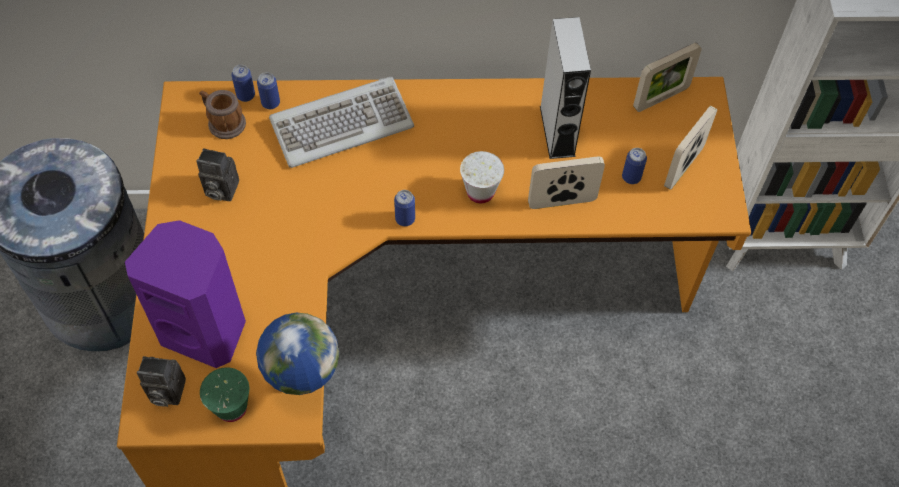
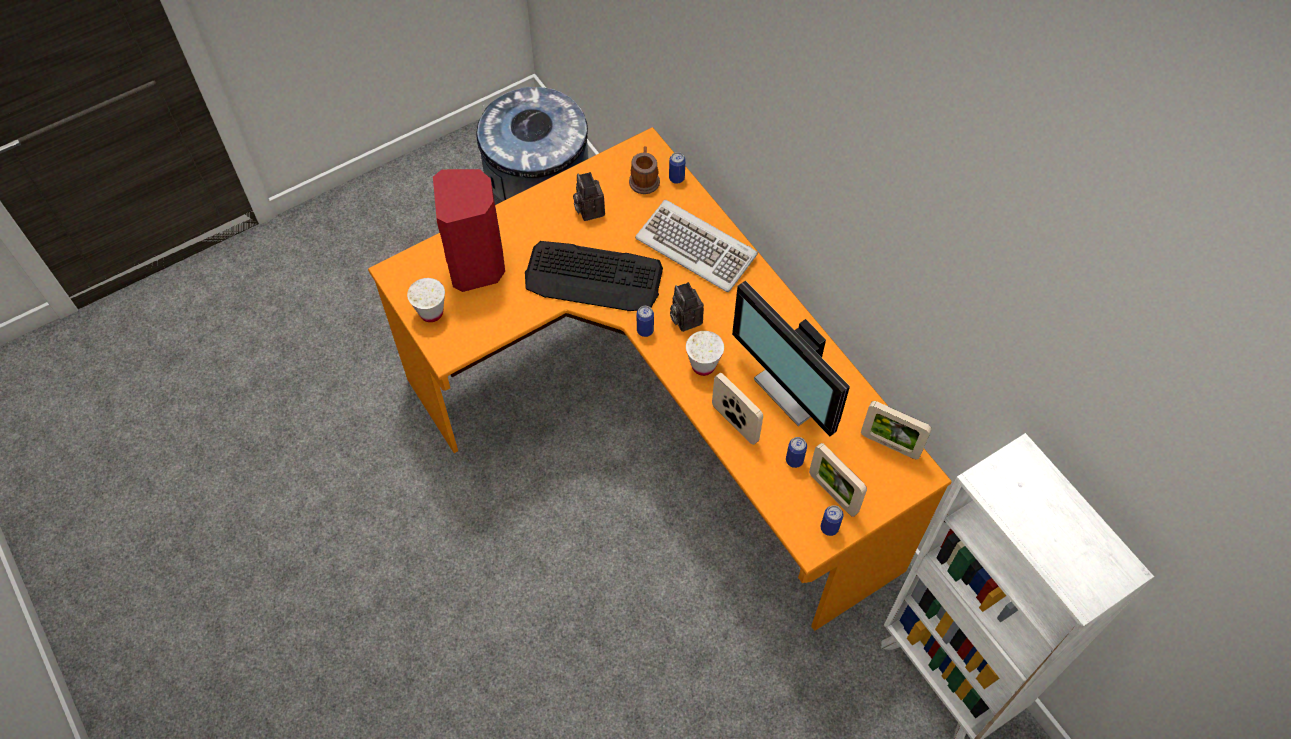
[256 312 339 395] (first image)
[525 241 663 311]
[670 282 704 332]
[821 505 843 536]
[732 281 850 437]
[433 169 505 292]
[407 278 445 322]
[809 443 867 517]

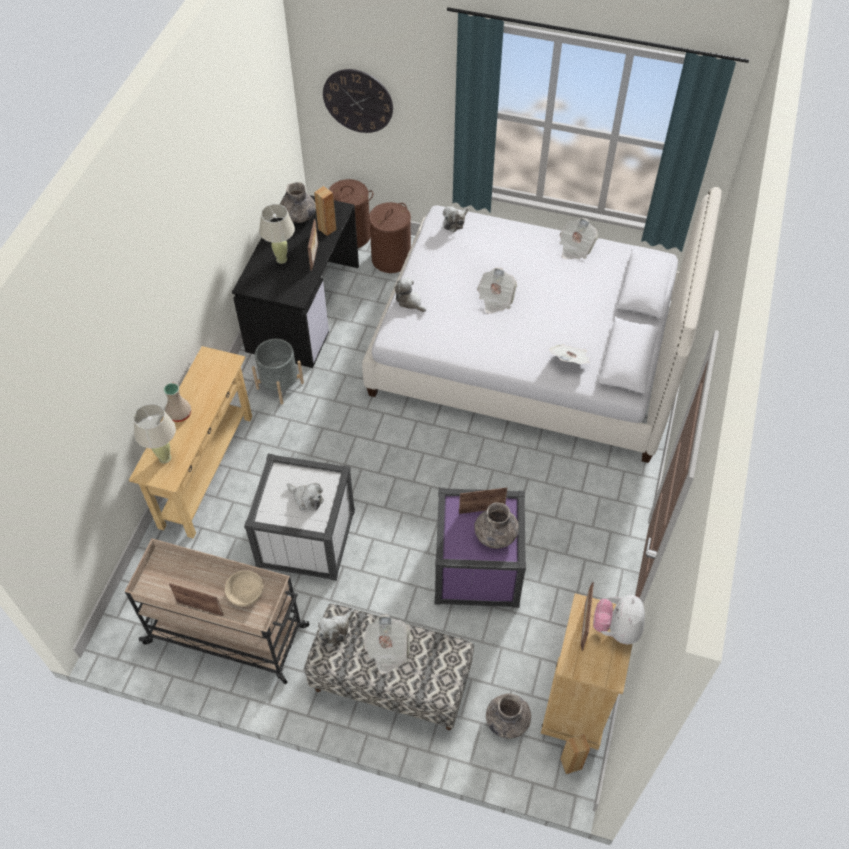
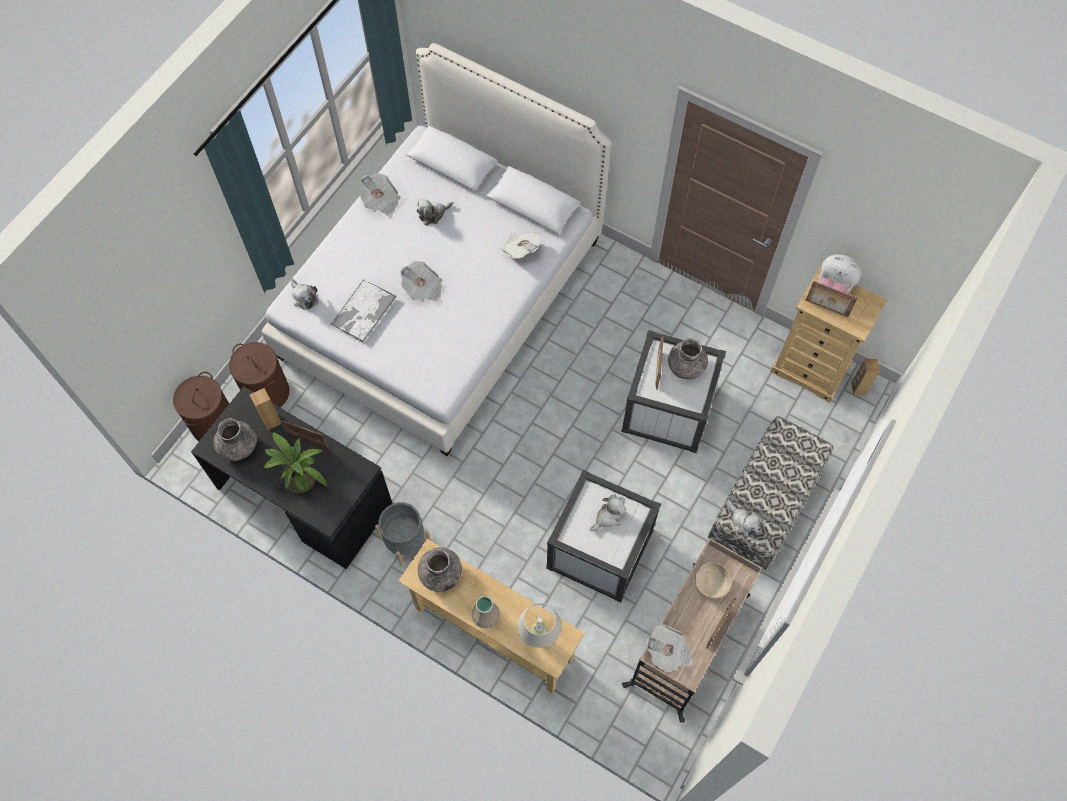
[323 69 393 133] (first image)
[331 279 396 342]
[646 624 693 673]
[416 198 453 225]
[418 547 462 592]
[263 431 327 493]
[621 330 726 453]

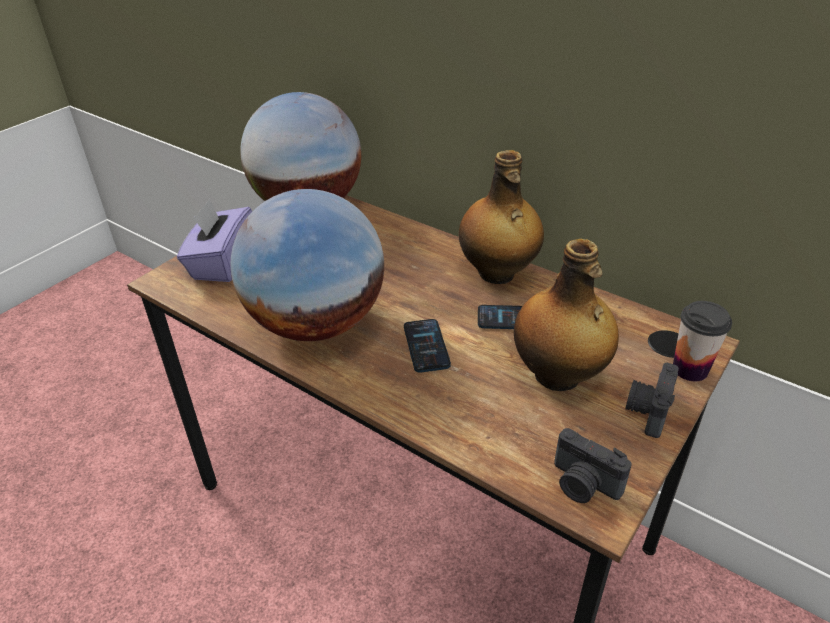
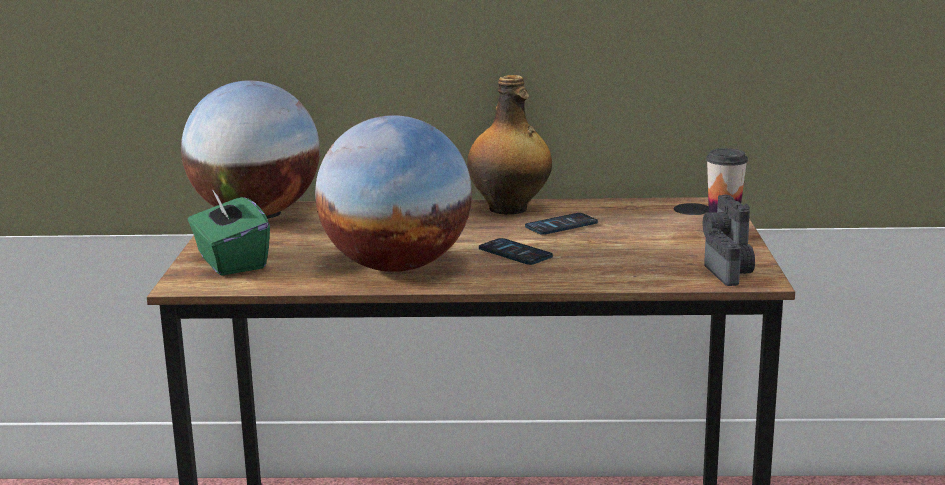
[514 239 619 391] (first image)
[188 191 270 276]
[704 228 755 286]

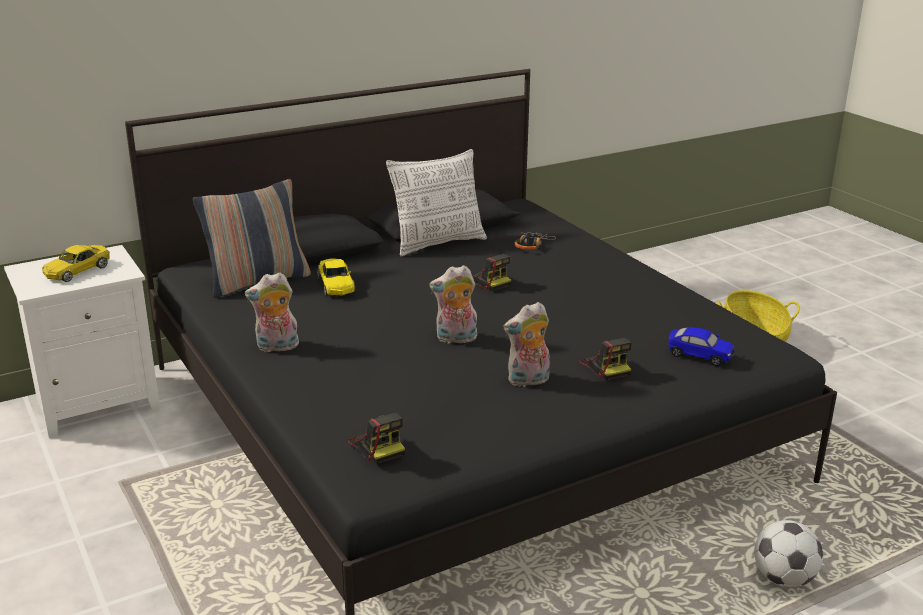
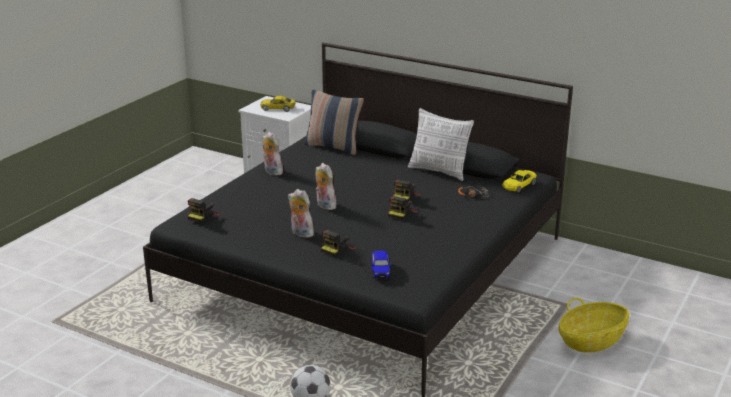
[388 196 418 220]
[502 170 537 192]

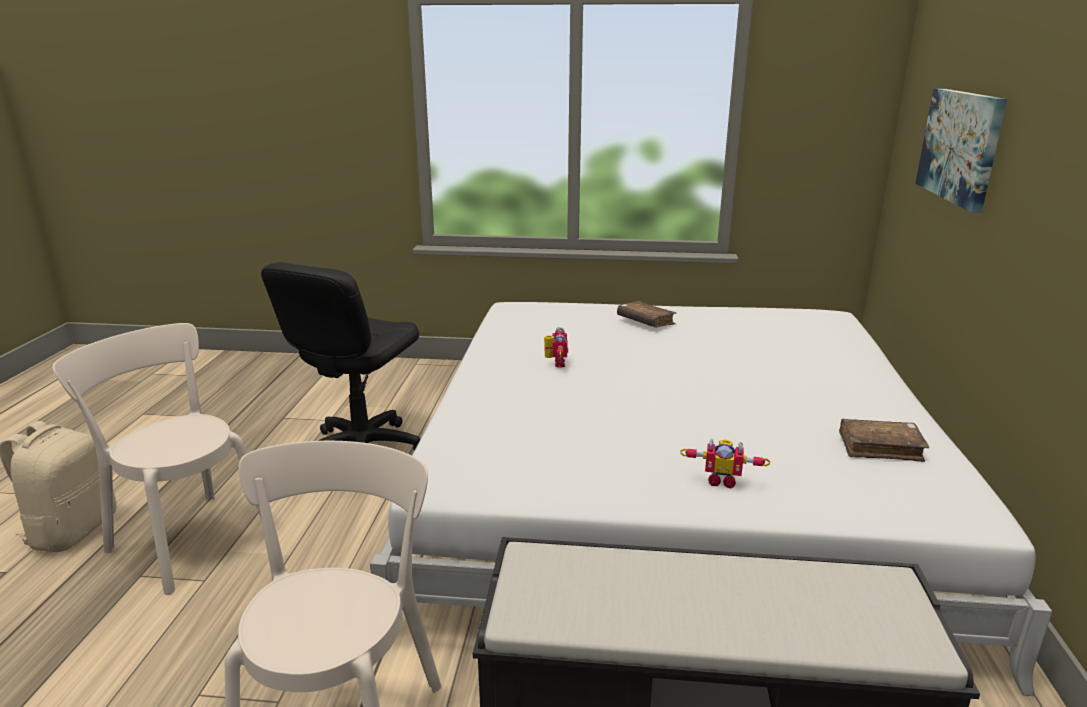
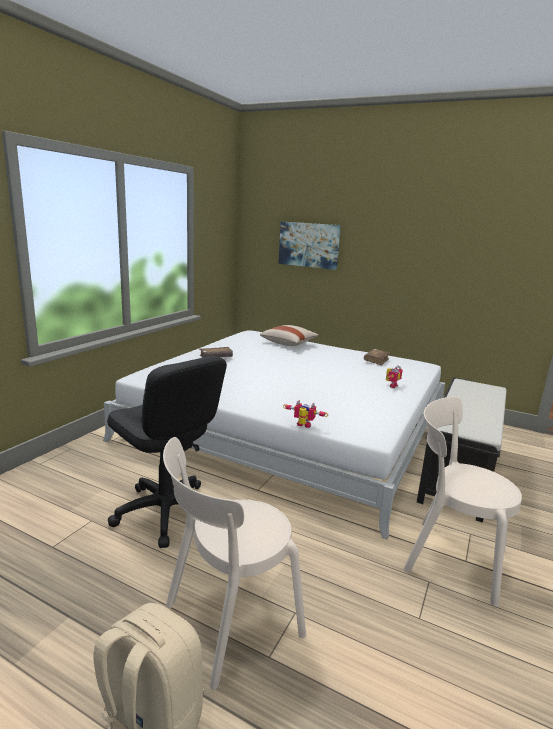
[260 325 319 346]
[283 400 328 428]

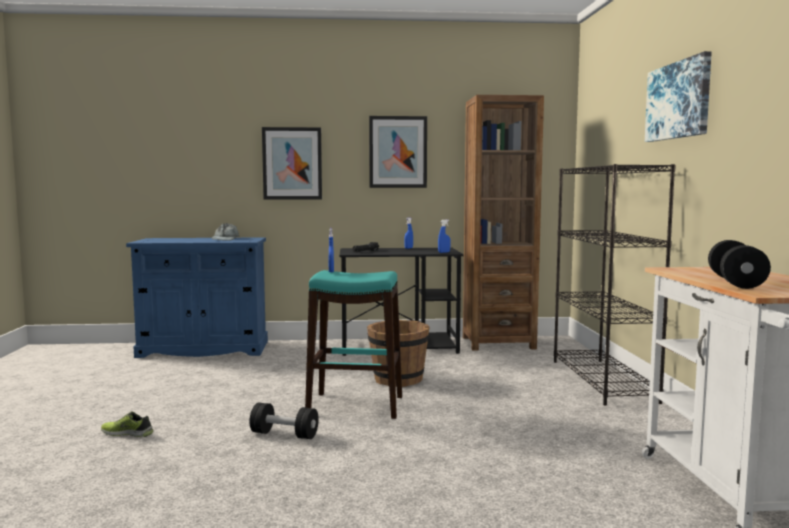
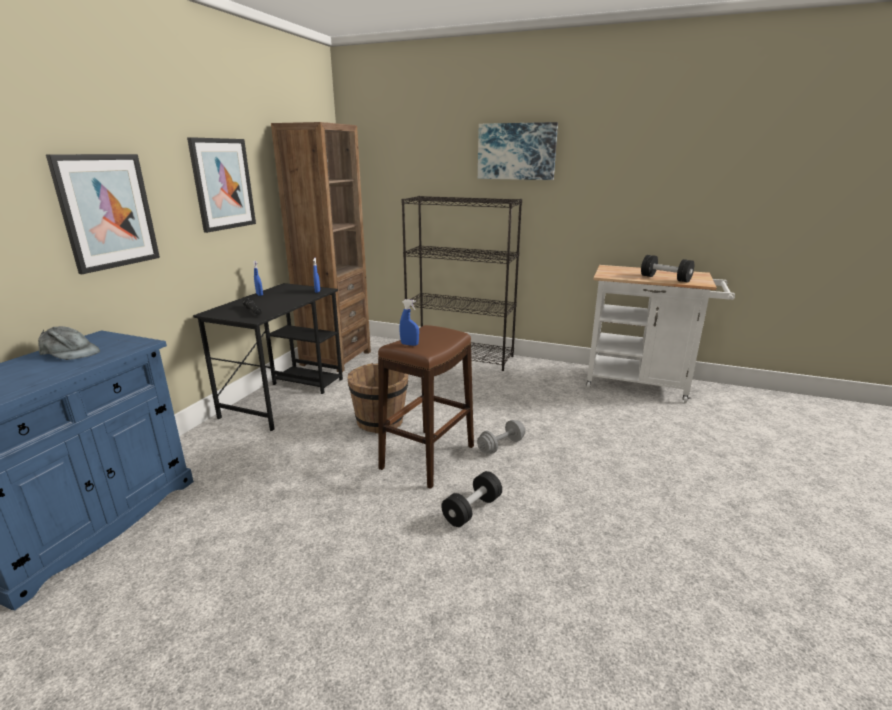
[101 411 153 437] (first image)
[477 420 525 454]
[378 325 474 489]

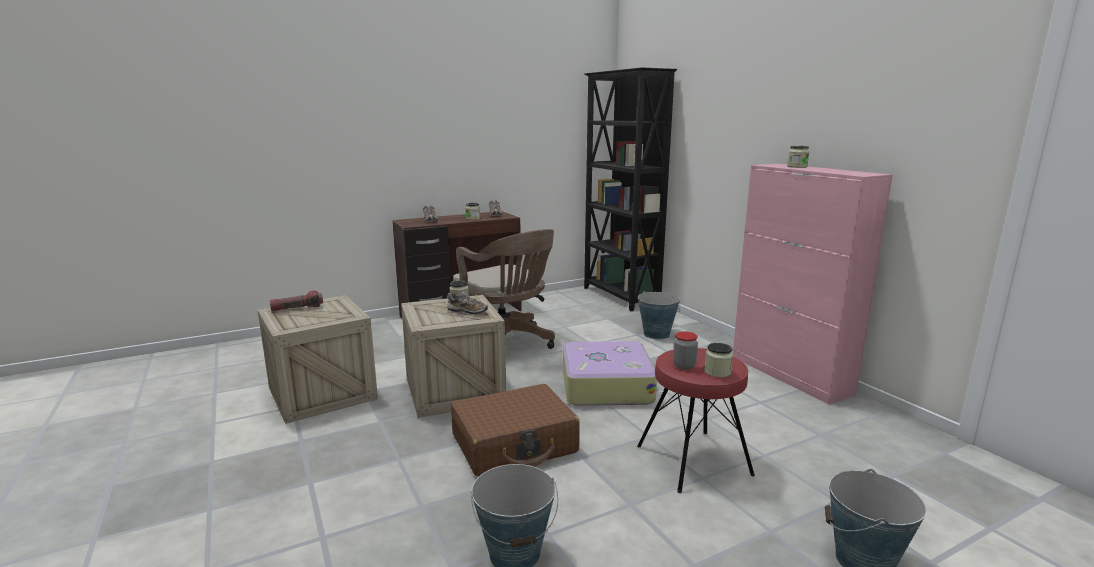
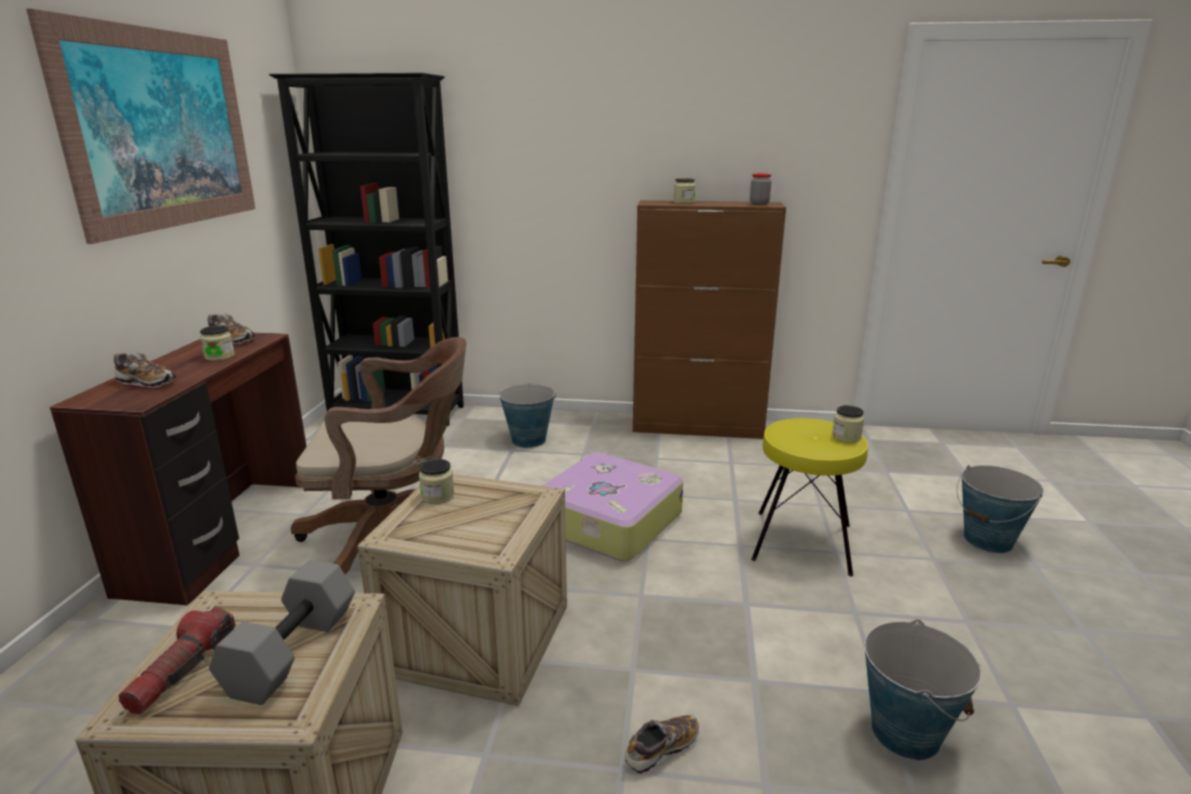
[450 384 580 476] (first image)
[26 8 256 244]
[209 560 355 705]
[624 715 699 774]
[750 173 772 205]
[751 418 868 576]
[633 200 786 439]

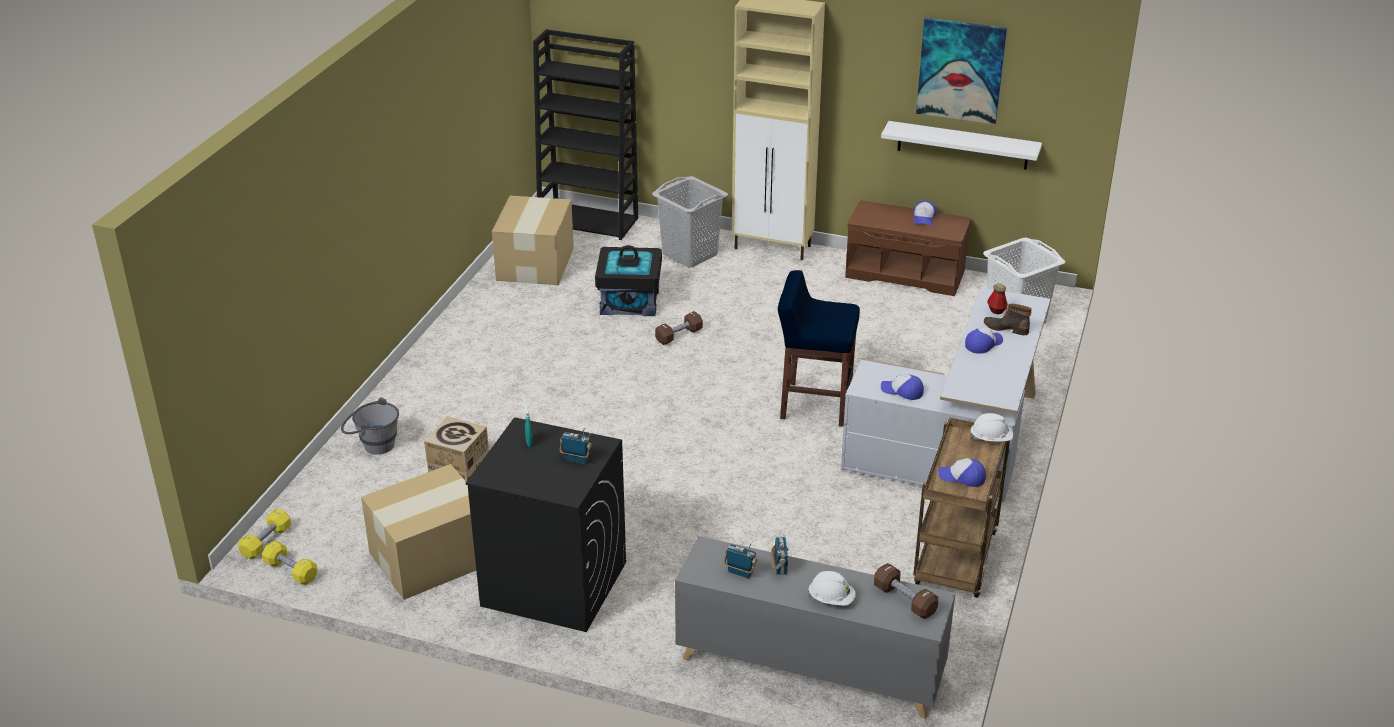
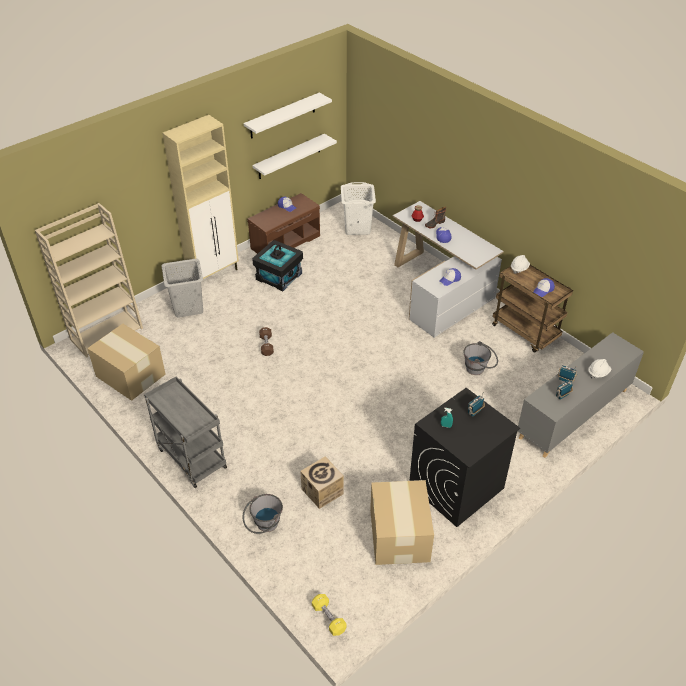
[262 541 318 585] (first image)
[778 270 860 426] (first image)
[874 563 938 619] (first image)
[144 377 227 488]
[463 341 498 375]
[252 240 303 291]
[244 93 332 139]
[35 203 143 358]

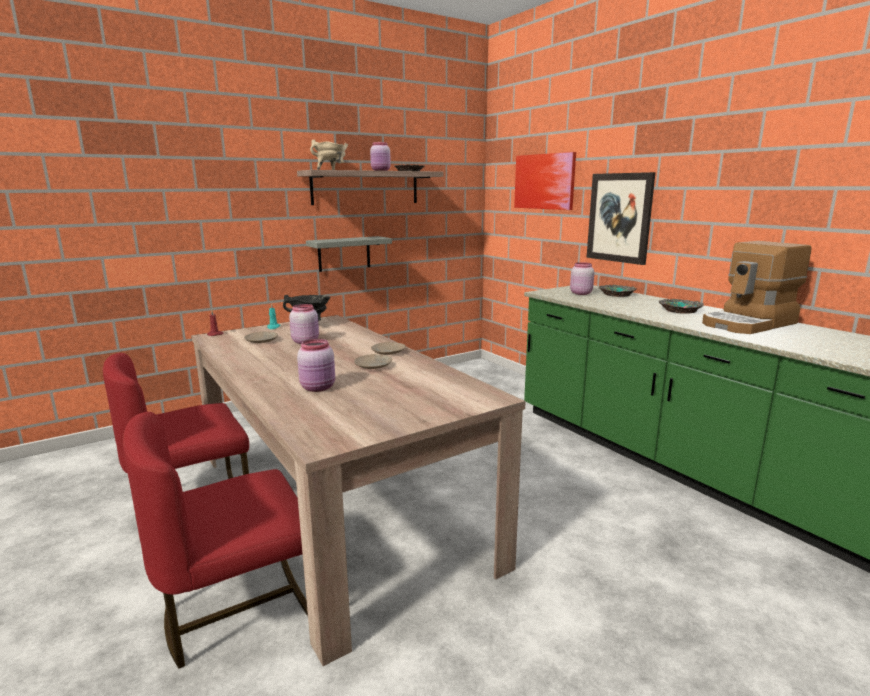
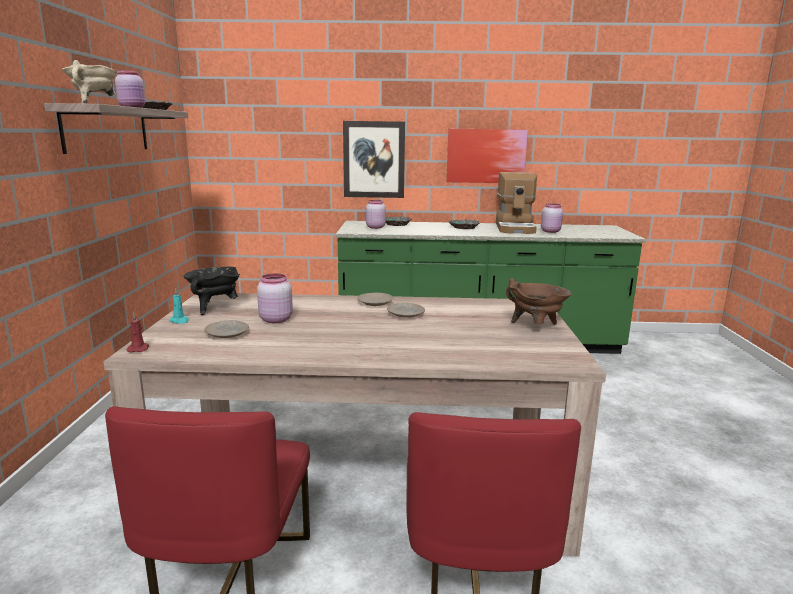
[306 236 392 272] (first image)
[506 278 572 325]
[541 203 563 233]
[446 129 528 183]

